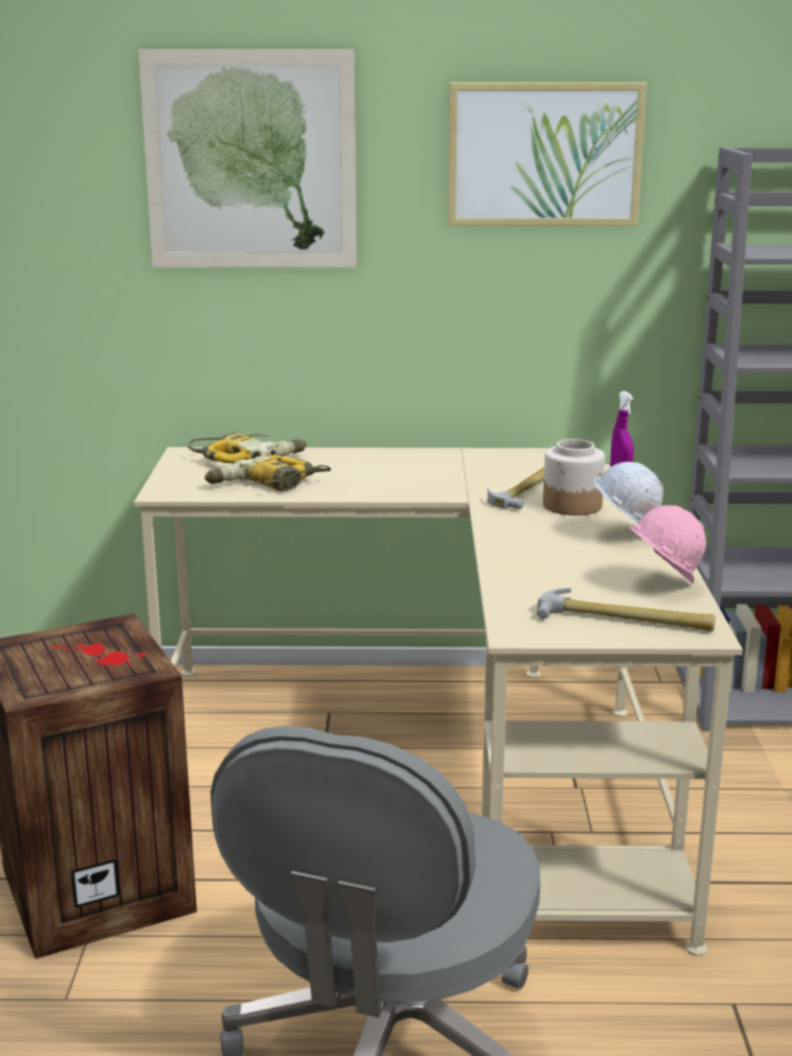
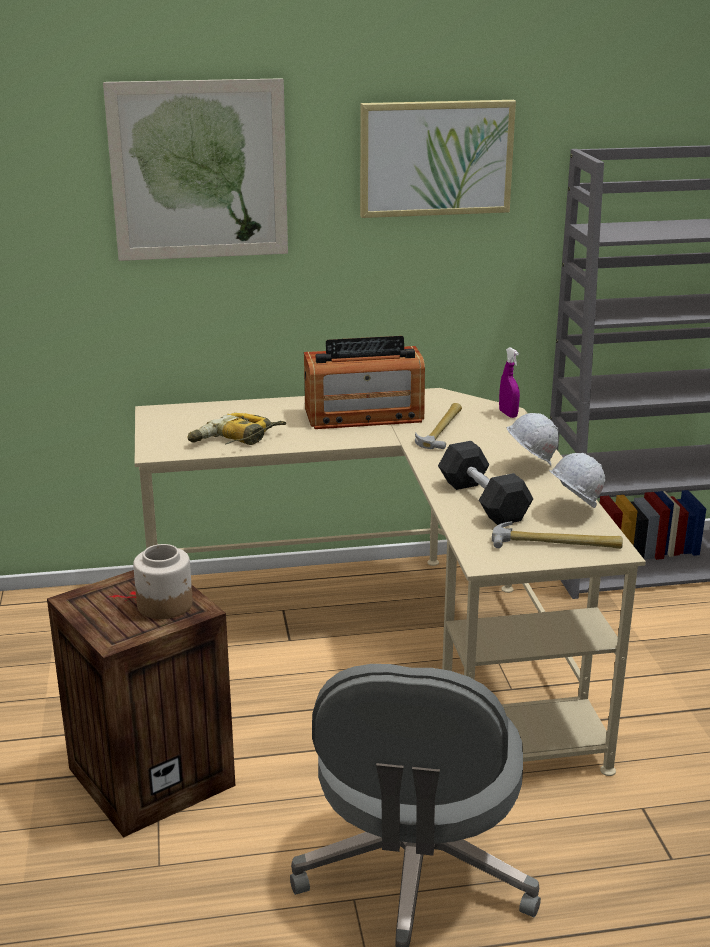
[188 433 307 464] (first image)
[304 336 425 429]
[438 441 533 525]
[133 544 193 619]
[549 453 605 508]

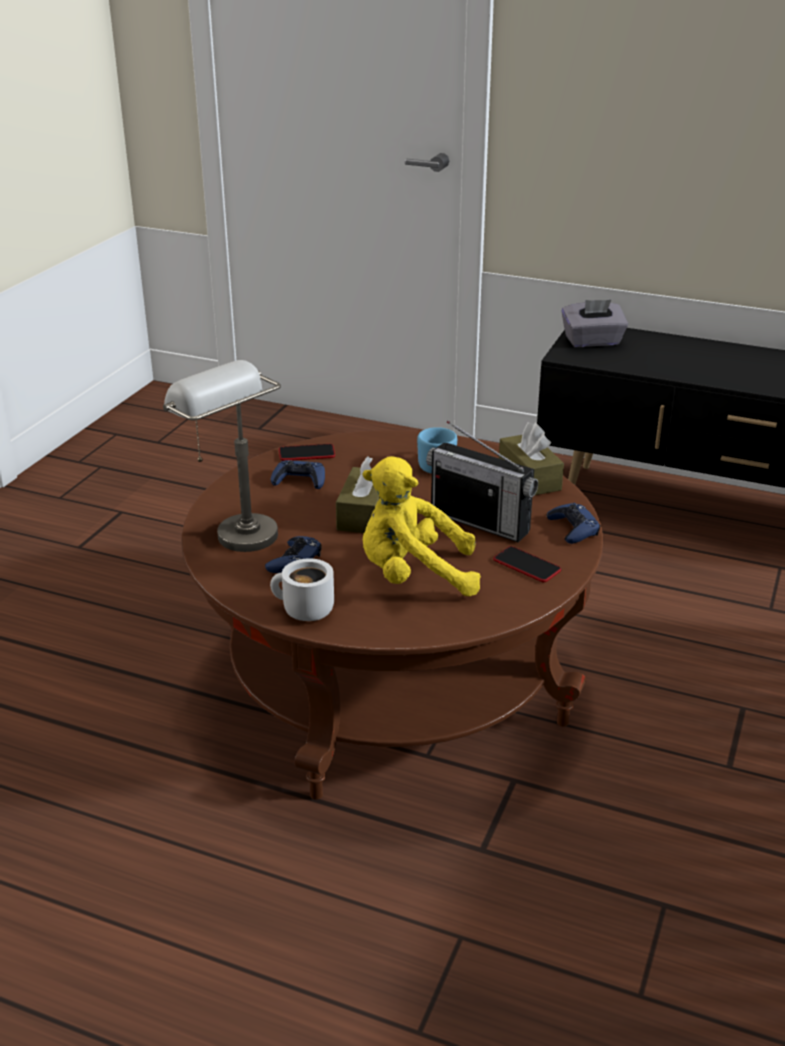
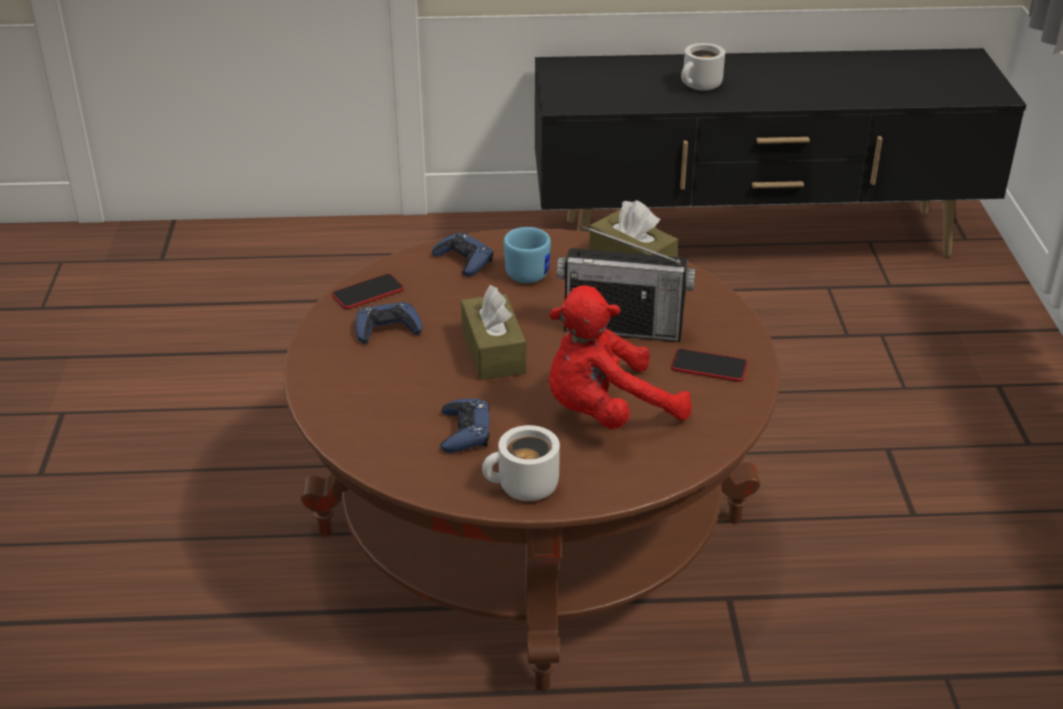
[163 360 281 552] (first image)
[562 300 628 347] (first image)
[681 43 725 91]
[432 233 493 276]
[548 285 692 429]

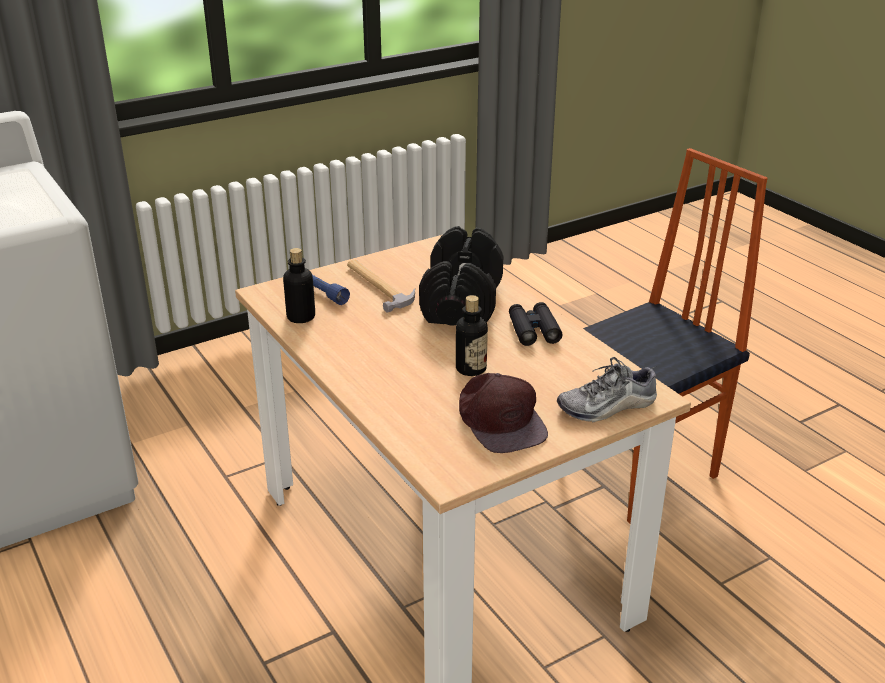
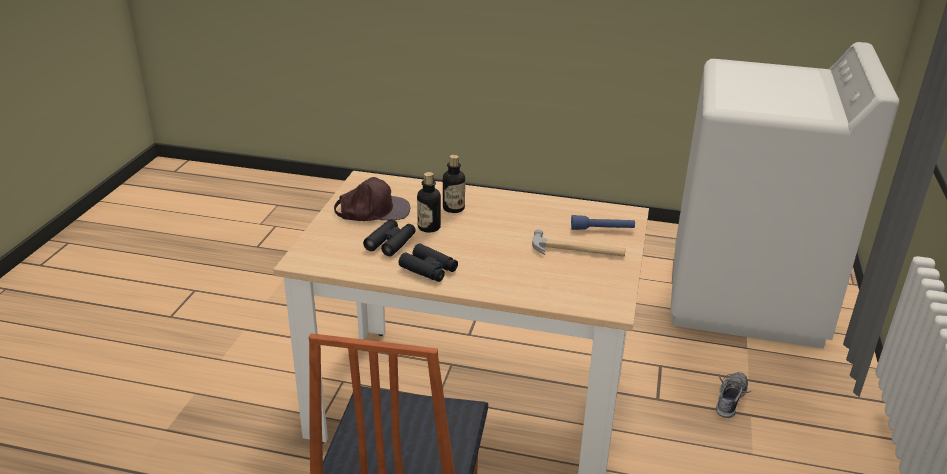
[419 226 503 326] (first image)
[363 219 416 256]
[443 155 465 213]
[716 372 751 418]
[334 177 411 221]

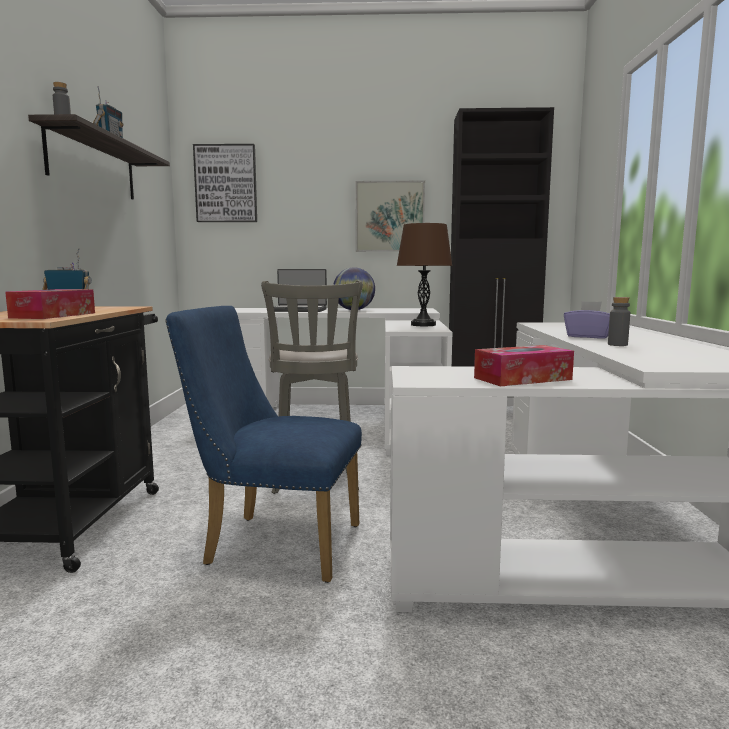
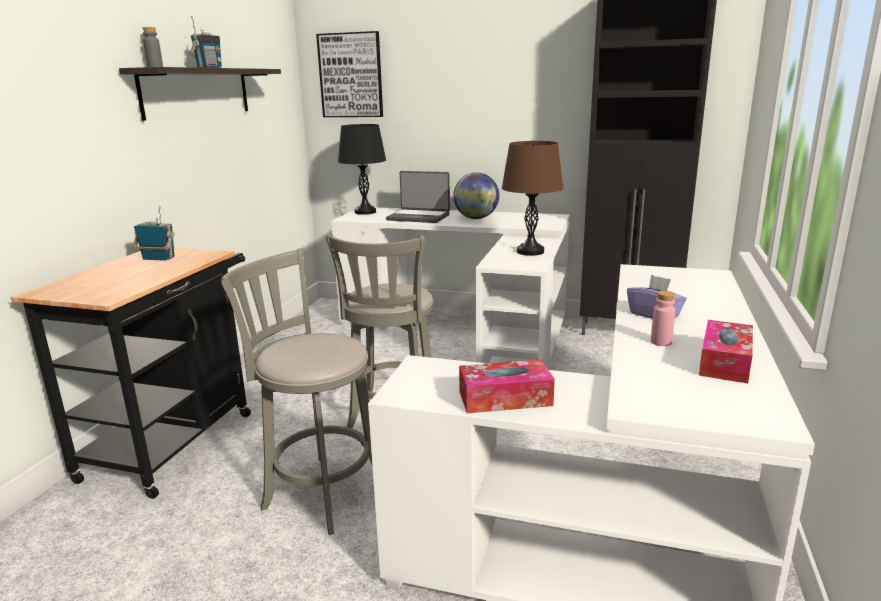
[355 181 425 252] (first image)
[338 124 386 215]
[699 320 753 383]
[221 248 372 535]
[651 291 676 346]

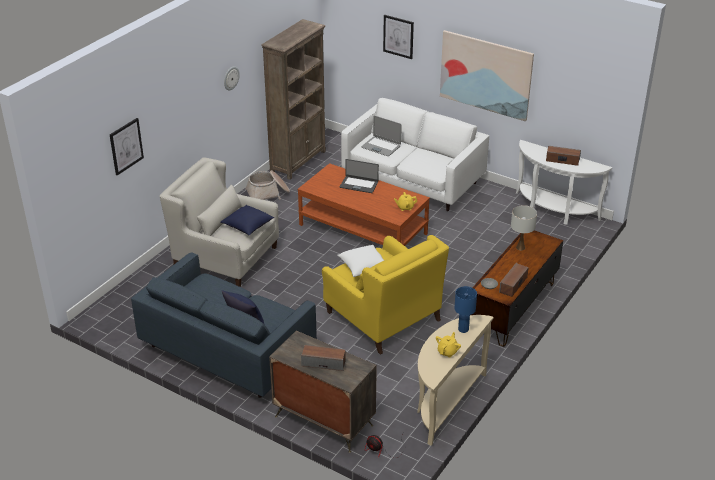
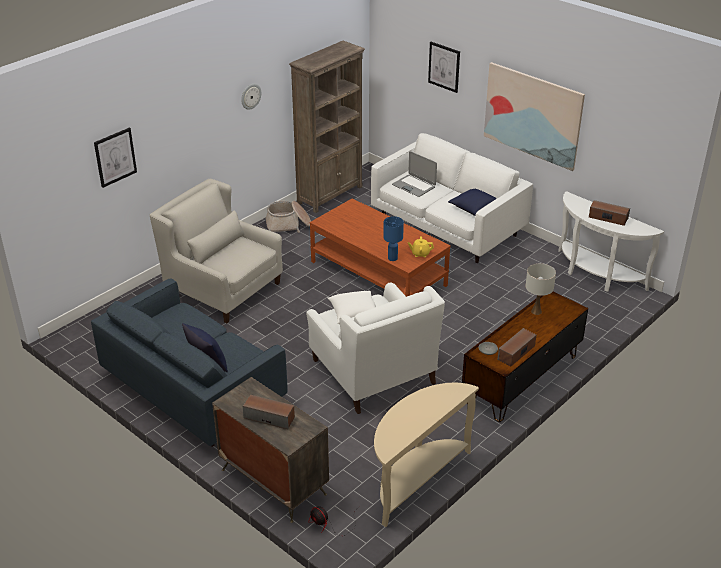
[339 159 379 193] (first image)
[436 332 461 358] (first image)
[448 189 497 216]
[383 216 404 261]
[306 283 445 414]

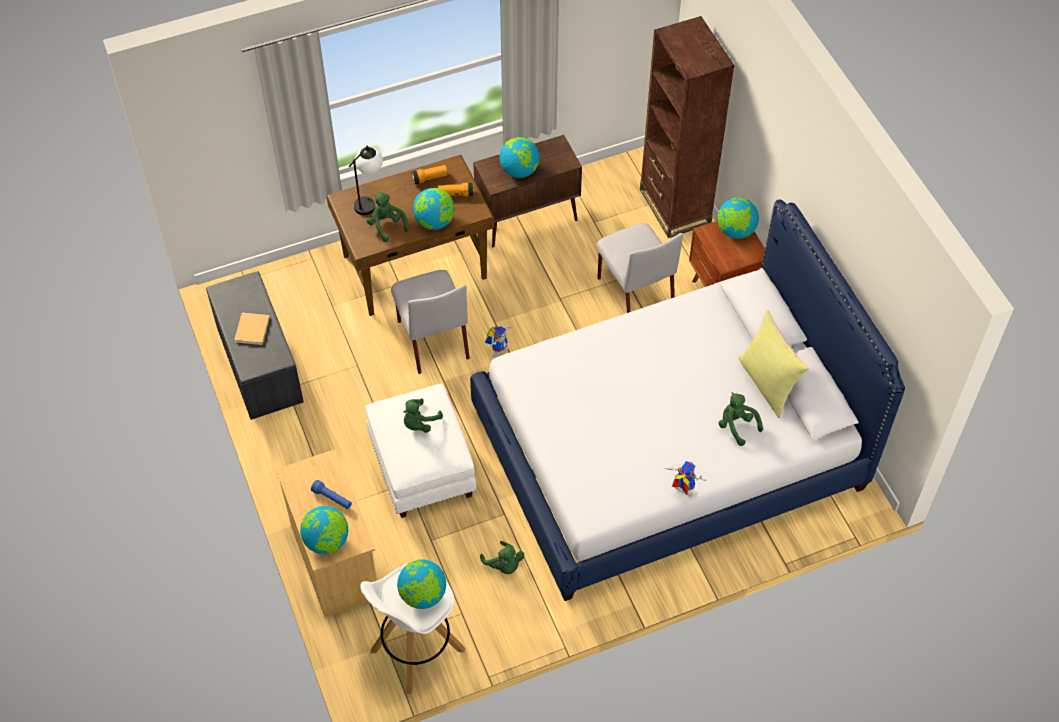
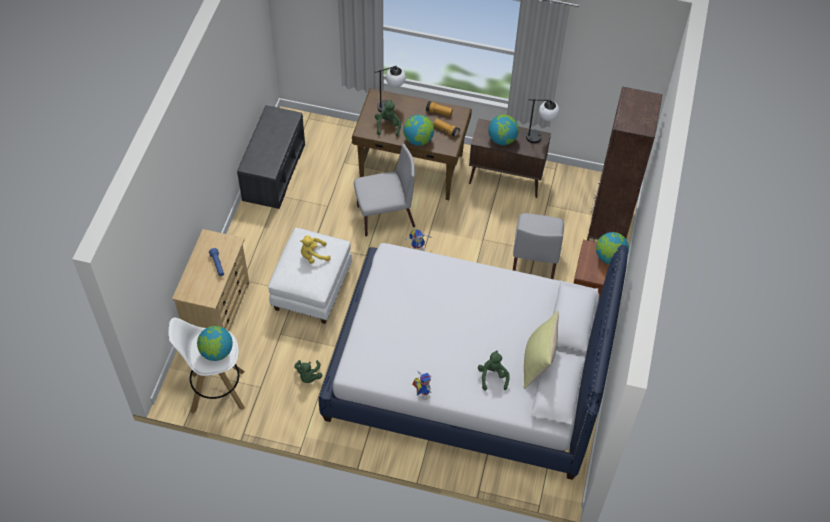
[234 313 270 345] (first image)
[300 506 348 554] (first image)
[526 98 559 143]
[300 235 331 264]
[354 144 415 236]

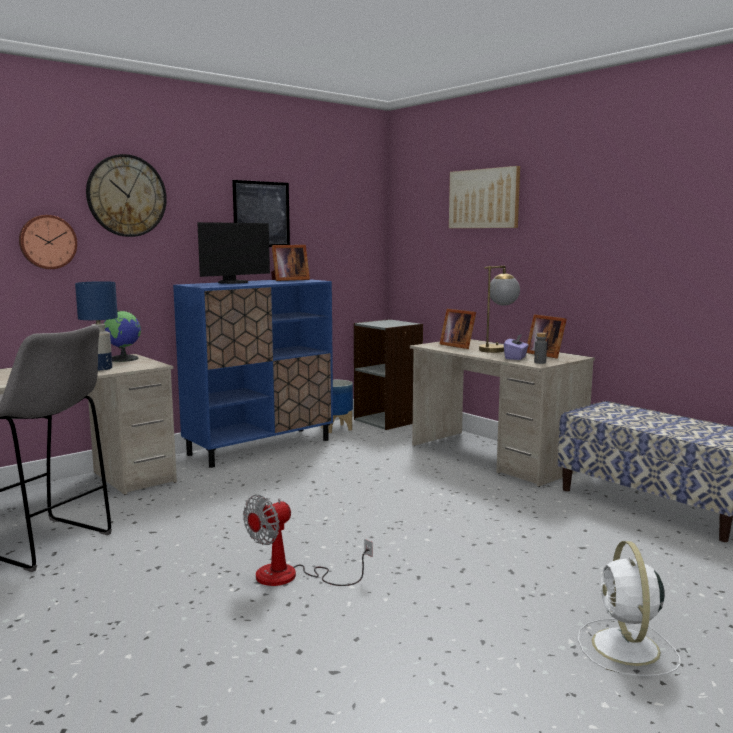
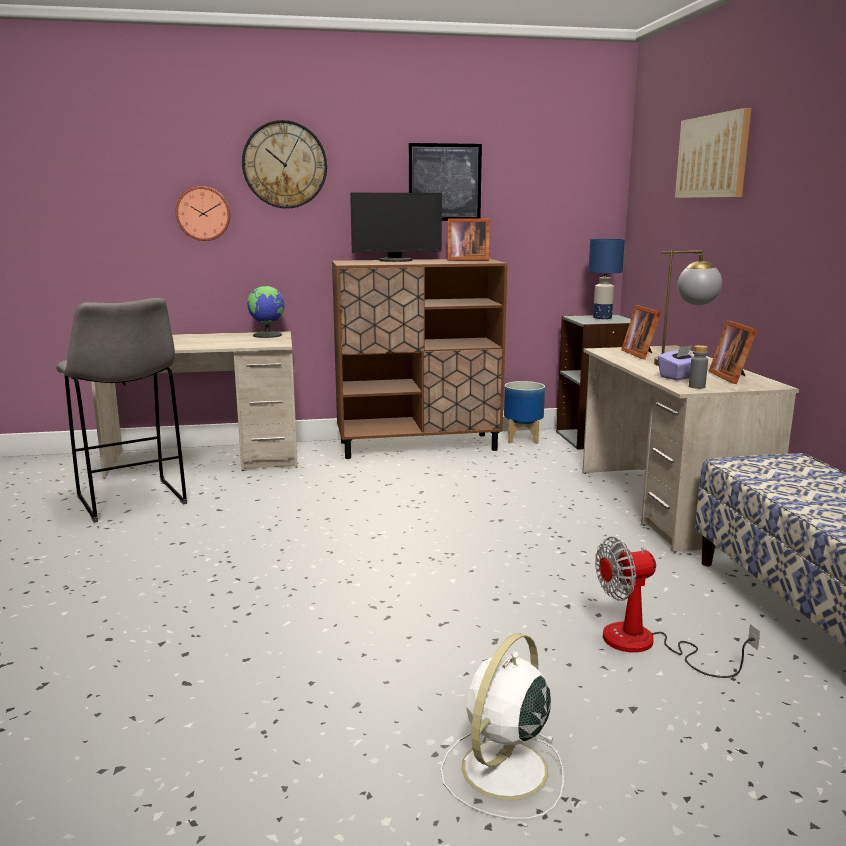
[588 239 625 319]
[595 537 760 678]
[332 259 508 459]

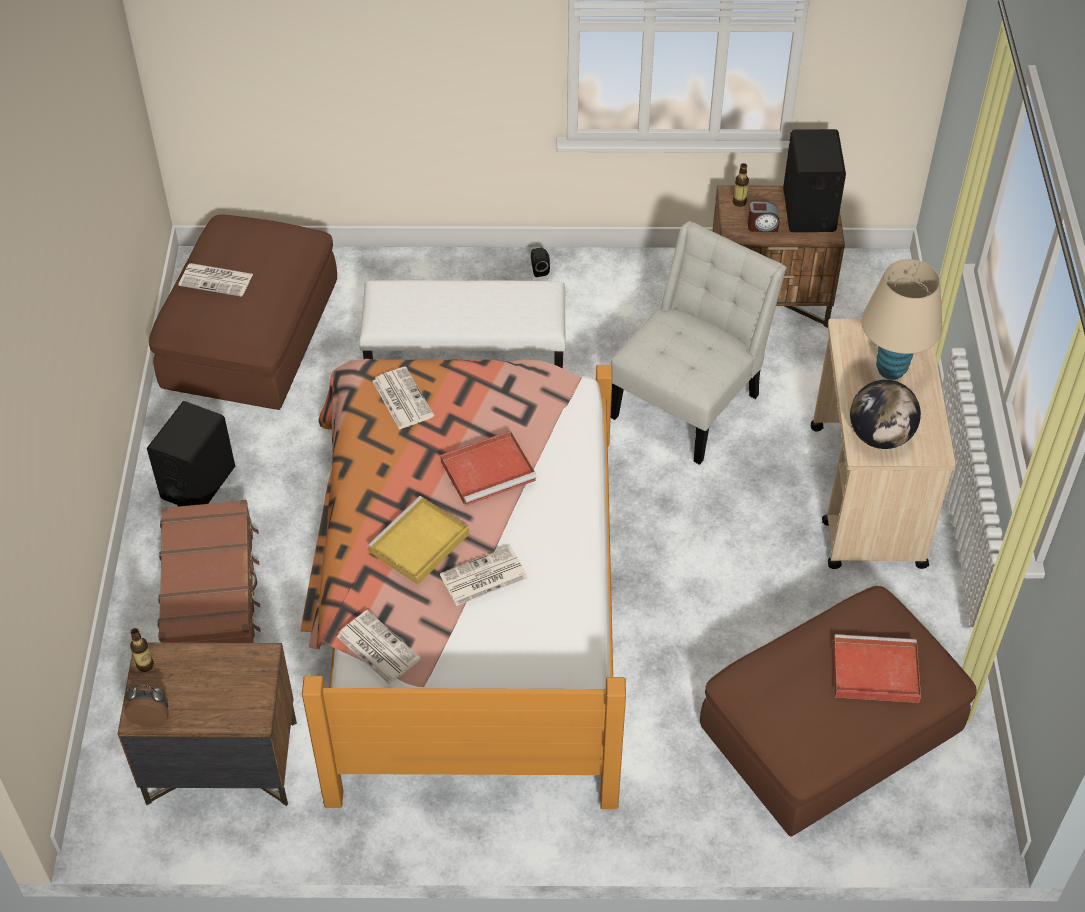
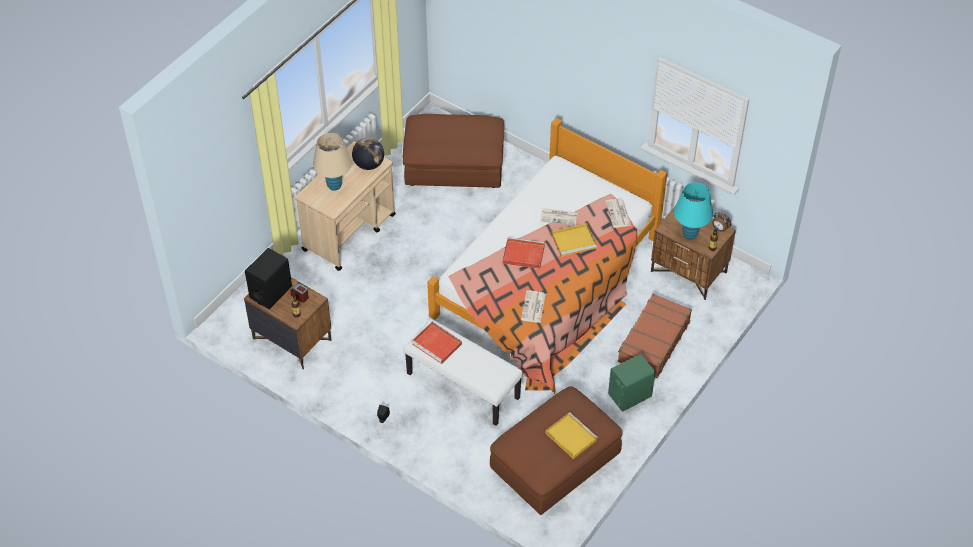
[611 221 787 465] (first image)
[674 182 713 240]
[411 322 462 364]
[545 412 598 459]
[608 354 655 412]

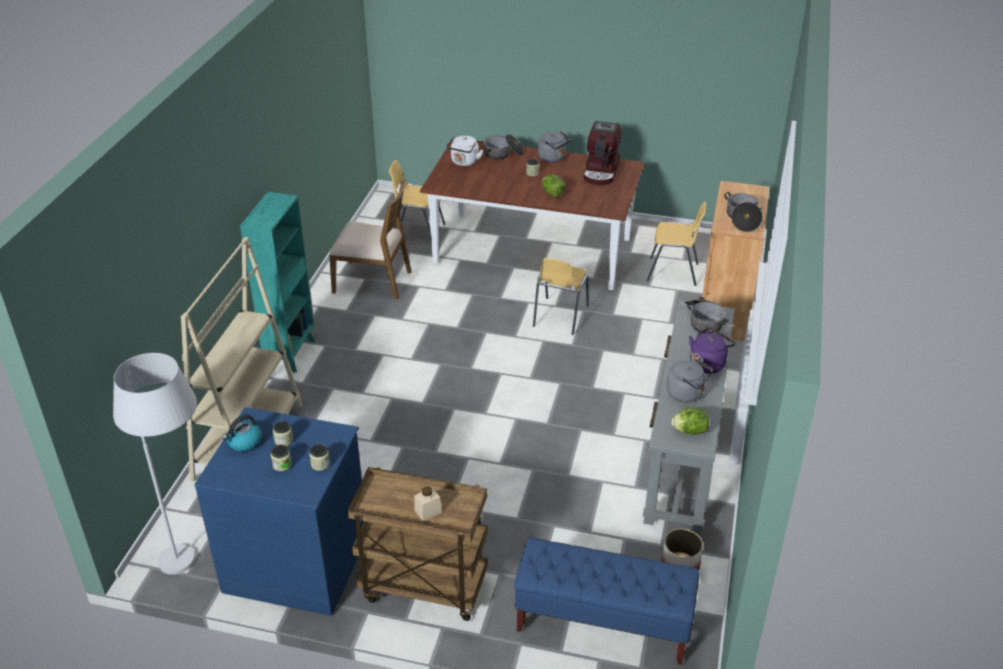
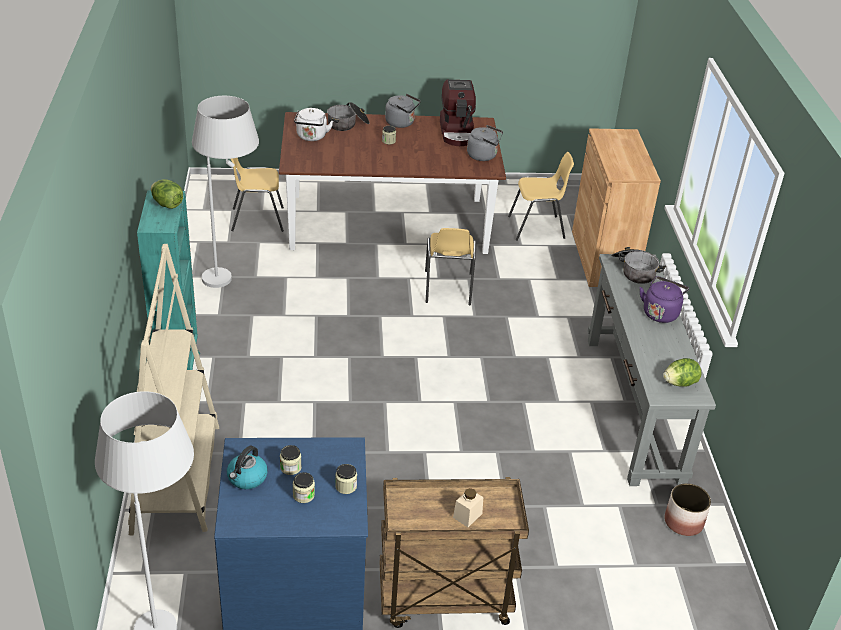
[514 537 700 665] (first image)
[725 192 763 232] (first image)
[151 179 183 209]
[467 125 503 161]
[192 96 259 288]

